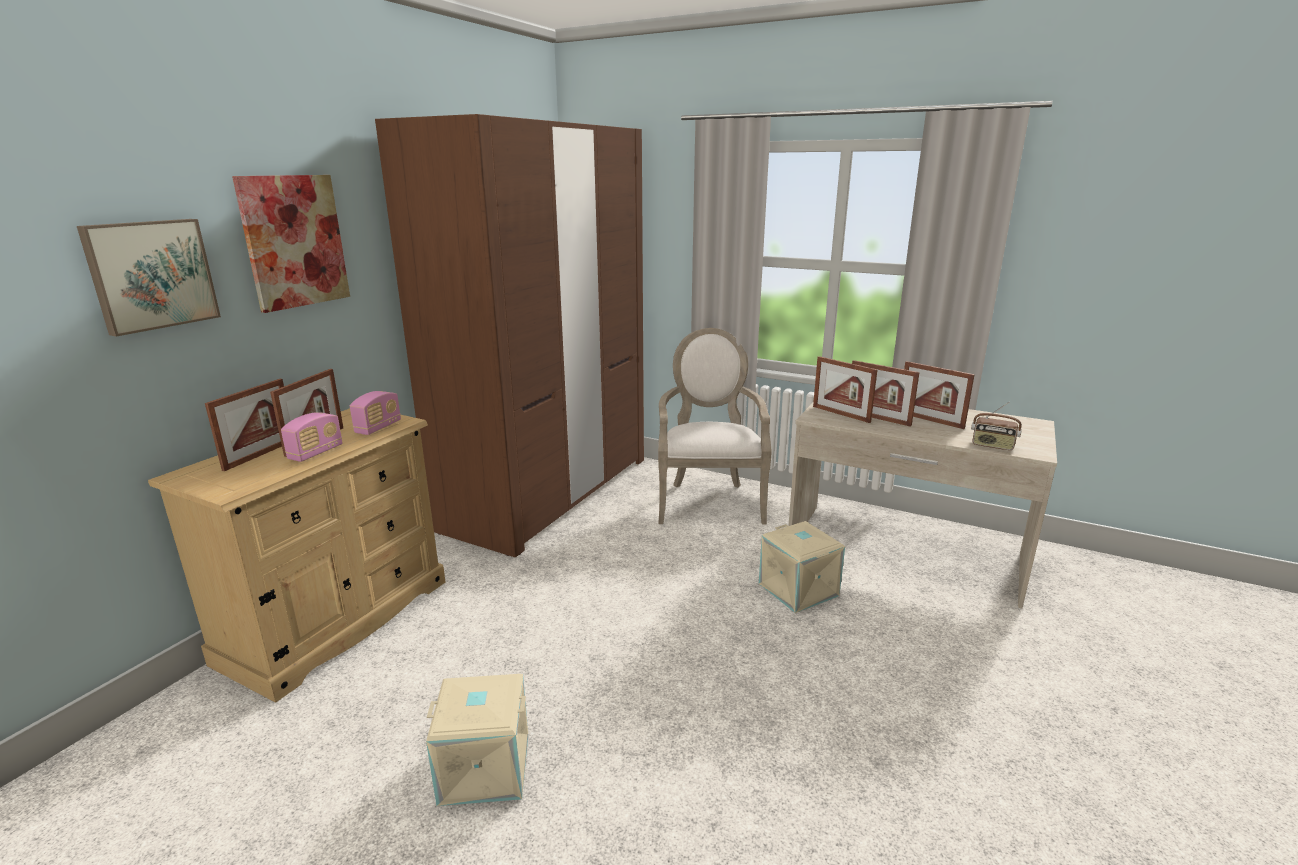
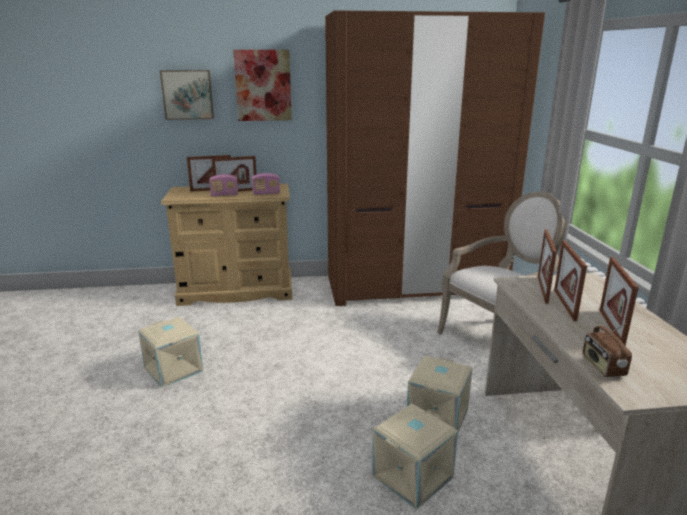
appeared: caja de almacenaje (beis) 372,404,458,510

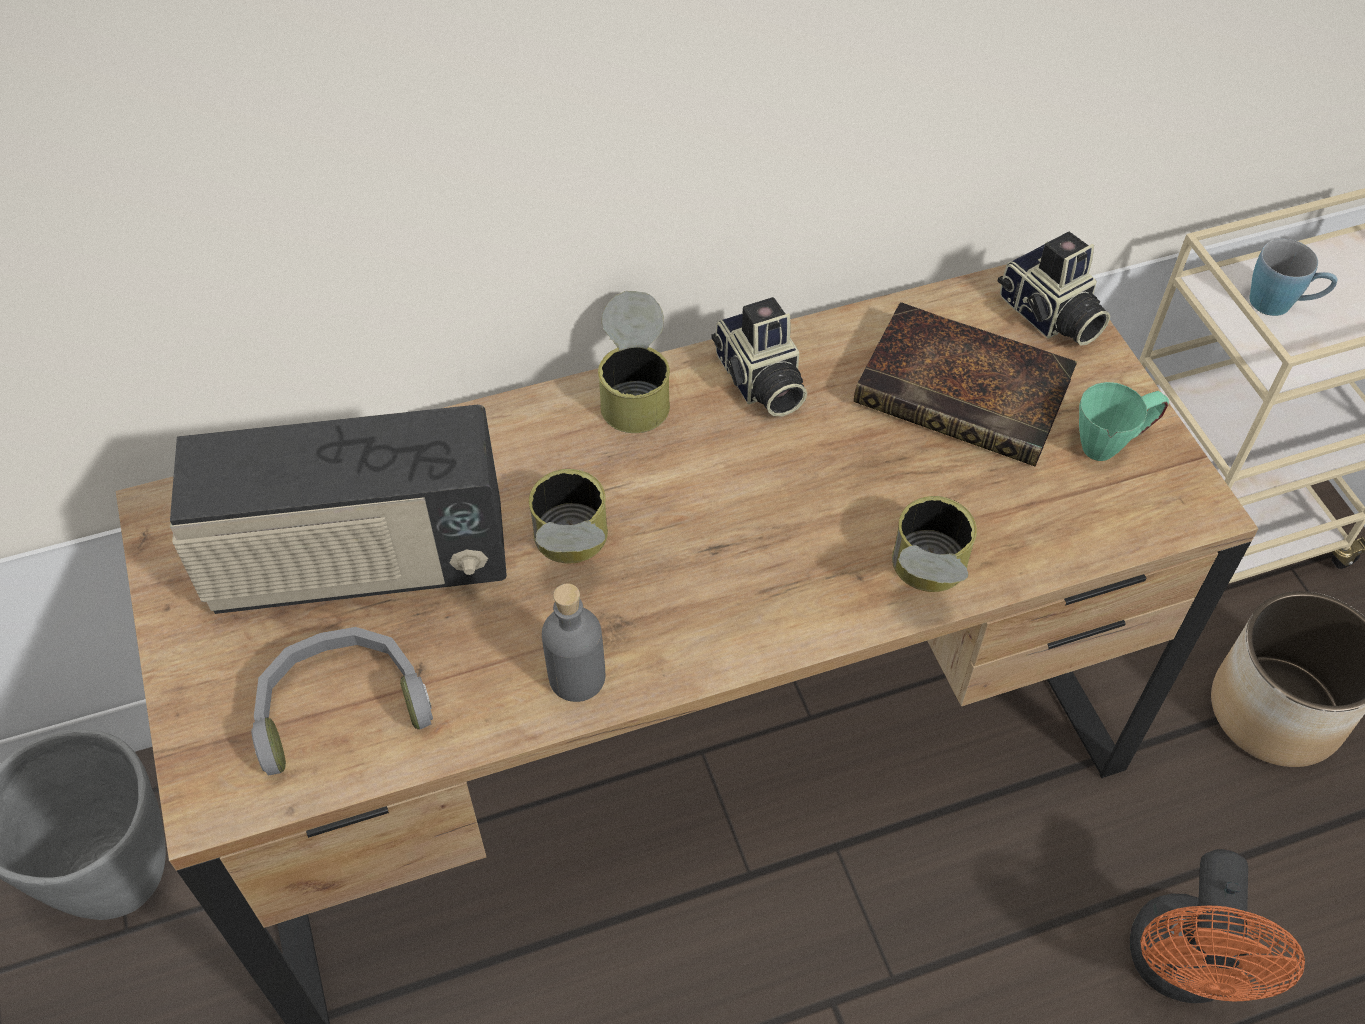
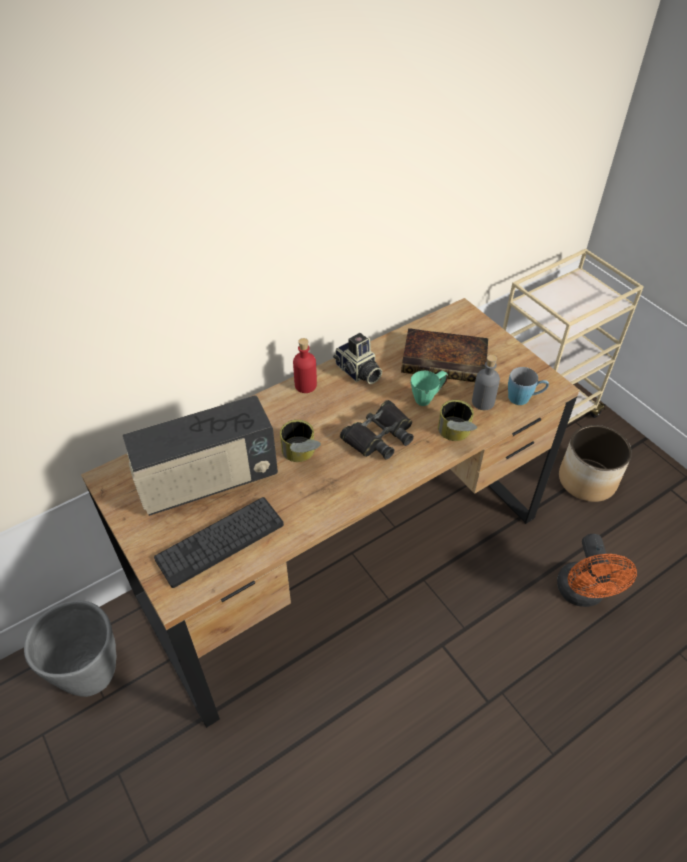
missing: cámara 997,231,1110,346
appeared: prismáticos (negro) 340,400,414,460
relocated: taza grande (azul) 1250,239,1337,316 to 508,367,549,405; taza grande (verde) 1079,382,1169,461 to 411,371,448,406; botella (gris) 542,583,605,702 to 472,355,500,410
exchanged: lata 598,291,670,433 to botella (rojo) 293,338,317,393; auriculares (gris) 251,627,433,776 to teclado 154,497,284,588

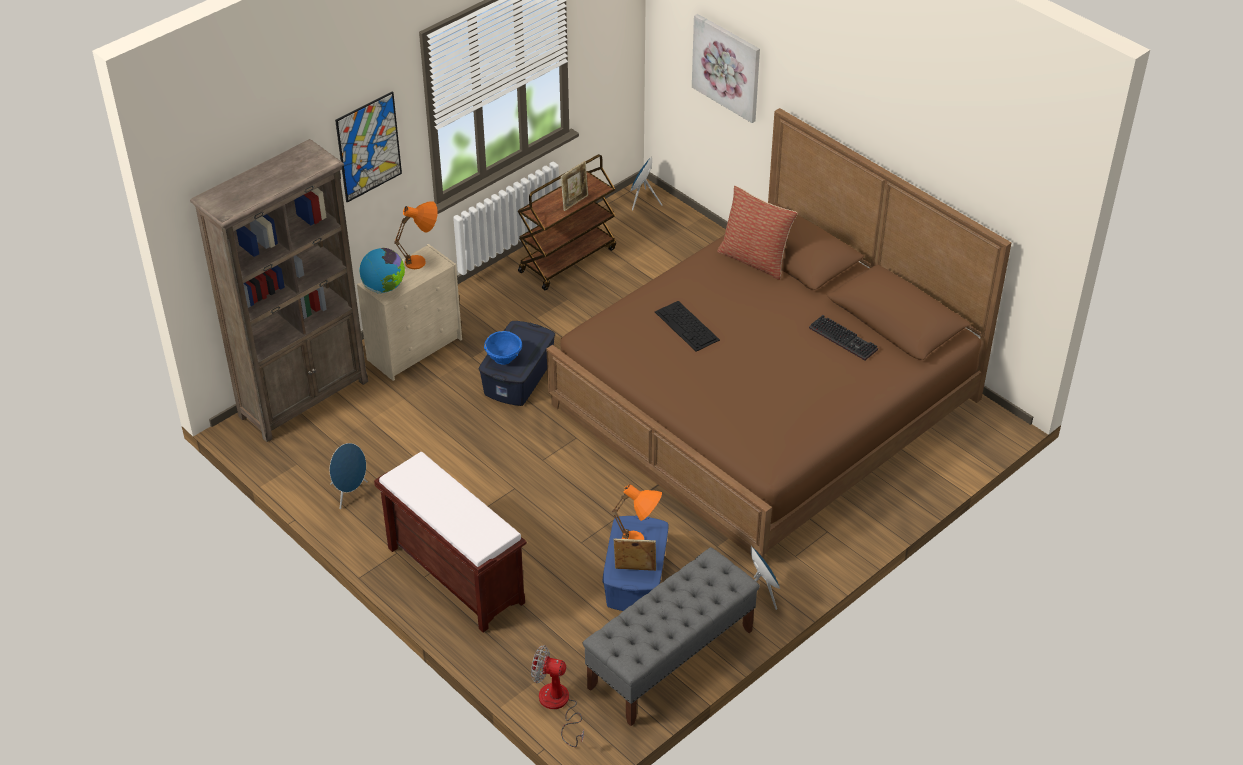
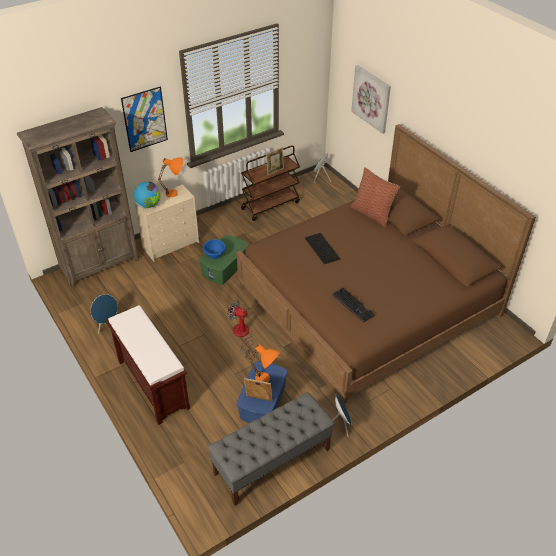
relocated: teclado 809,315,878,361 to 332,288,374,322; ventilador 531,645,584,747 to 228,300,253,357
colour: caja de almacenaje (azul) 479,321,555,406 to caja de almacenaje (verde) 199,235,249,285

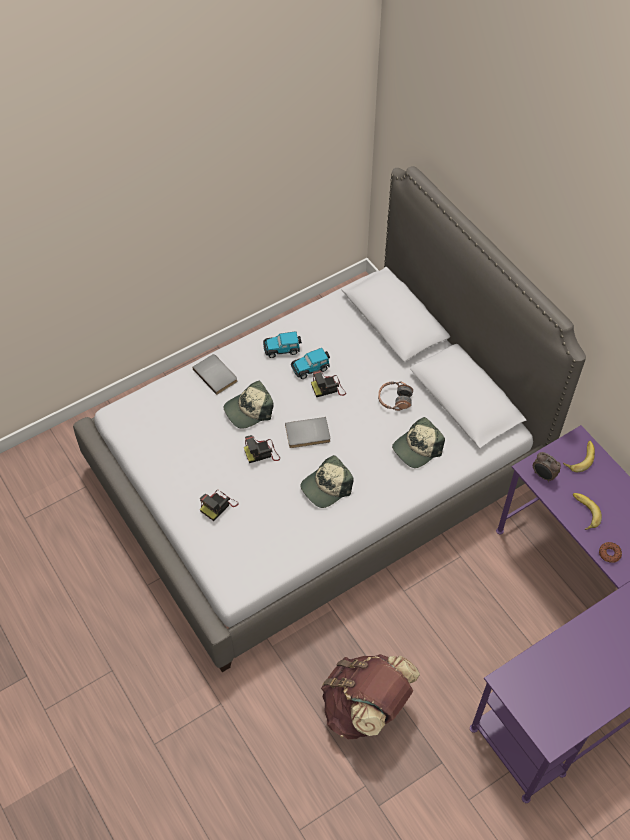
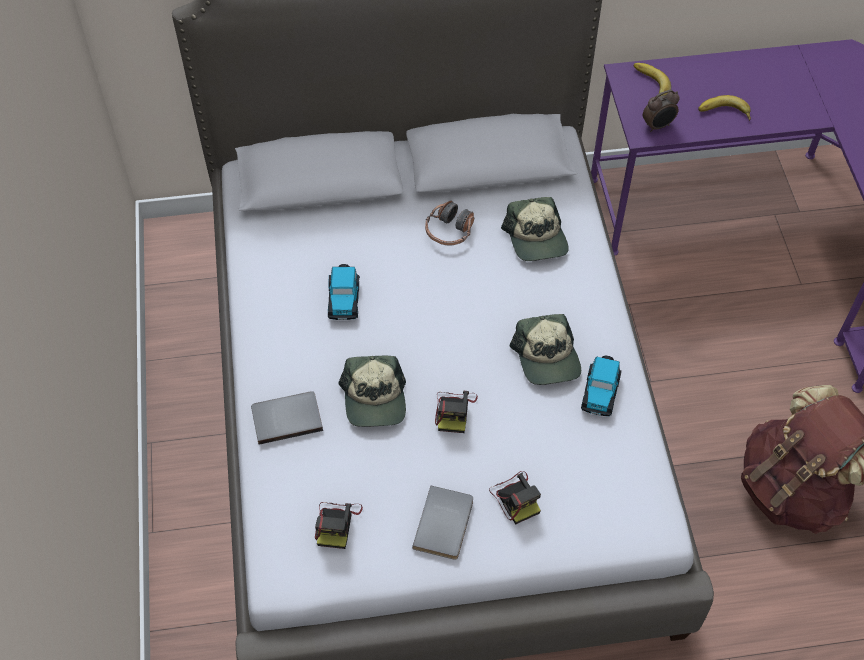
missing: rosquilla 599,542,622,563
relocated: coche de juguete 263,331,302,358 to 581,356,622,416; cámara 311,370,346,397 to 315,502,363,549; libro (gris) 285,417,330,448 to 412,486,473,560

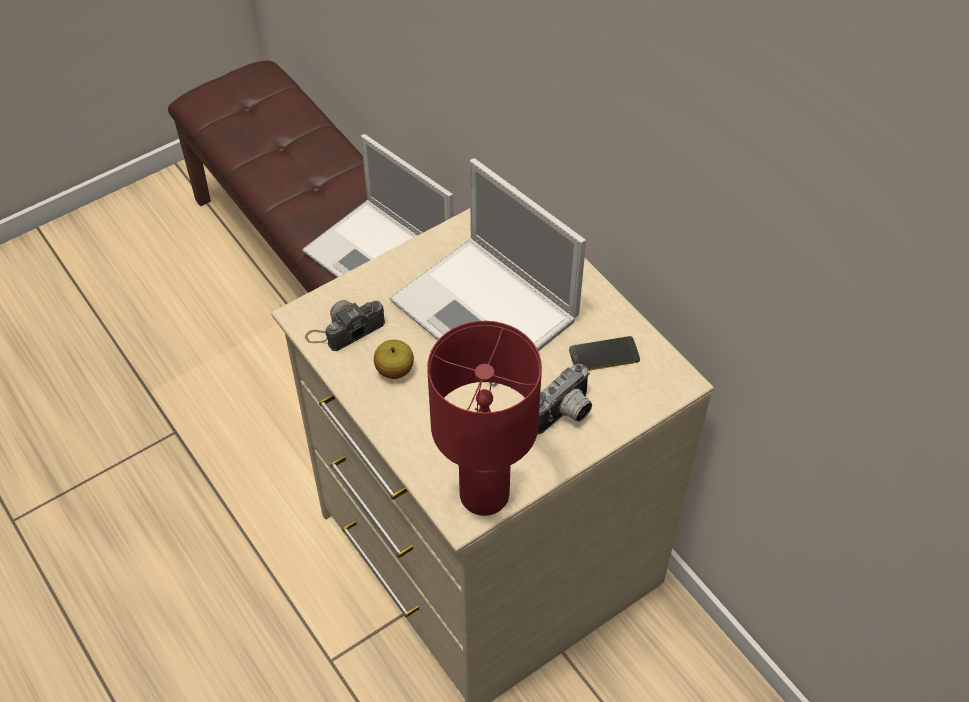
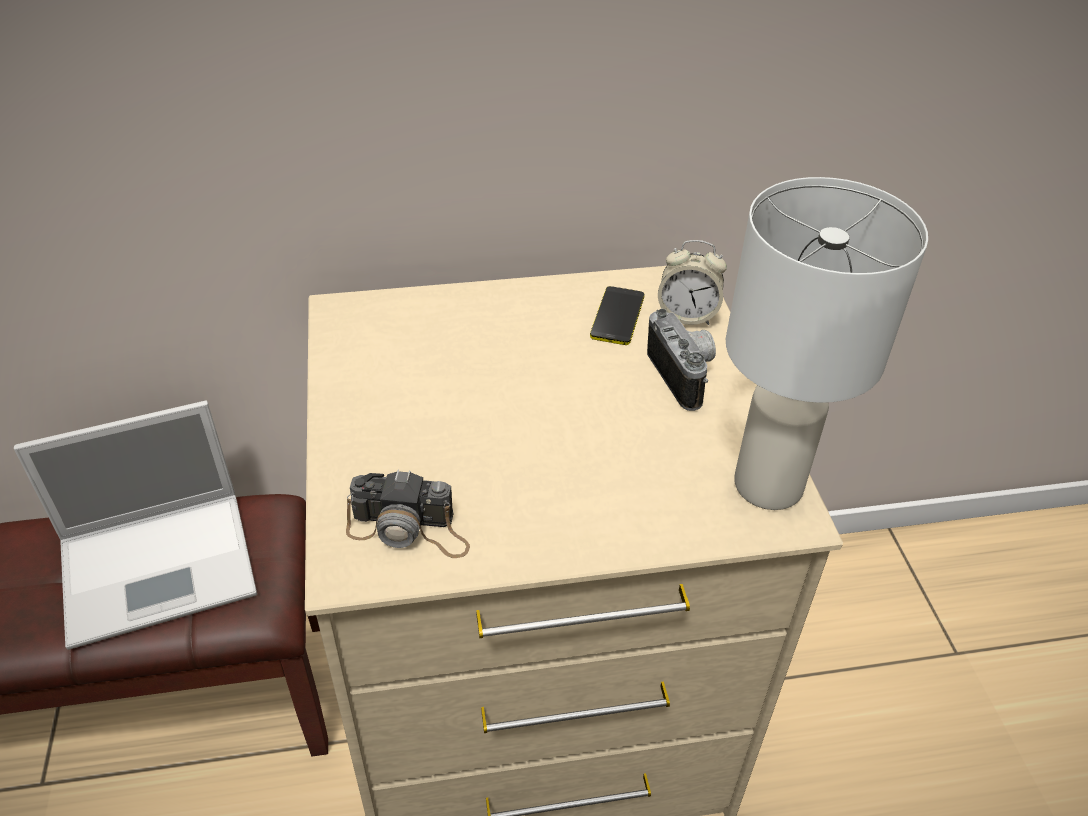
missing: portátil 389,158,586,387; manzana 374,340,414,379
appeared: despertador 658,240,727,325
colour: lámpara de mesa (rojo) 427,321,542,516 to lámpara de mesa (blanco) 726,177,928,510
spun: cámara 305,300,385,351 = 346,470,470,558 75 degrees counterclockwise

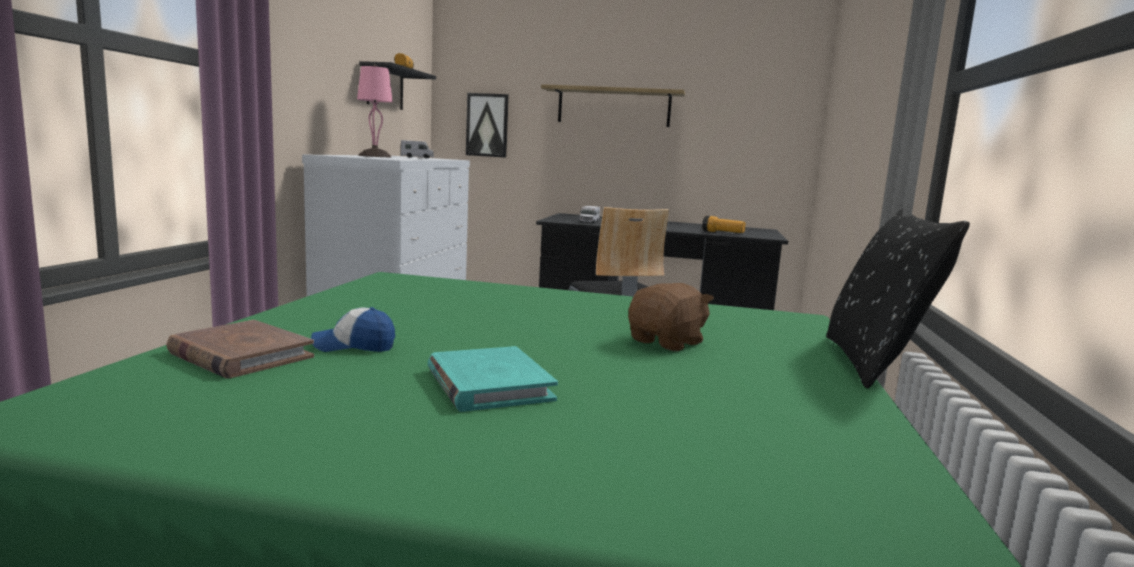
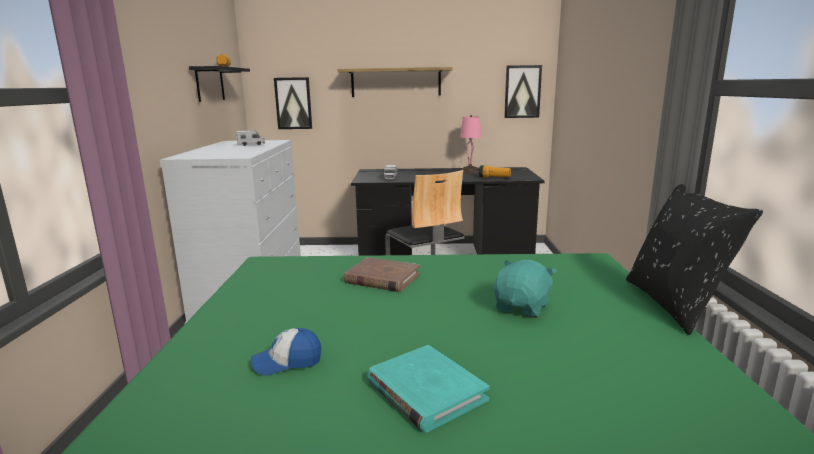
appeared: cuadro 504,65,542,118
relocated: lámpara de mesa (rosa) 357,64,393,157 to 460,115,481,173; libro (marrón) 167,320,314,379 to 344,257,420,292
colour: peluche (marrón) 628,283,714,351 to peluche (turquesa) 494,260,557,318

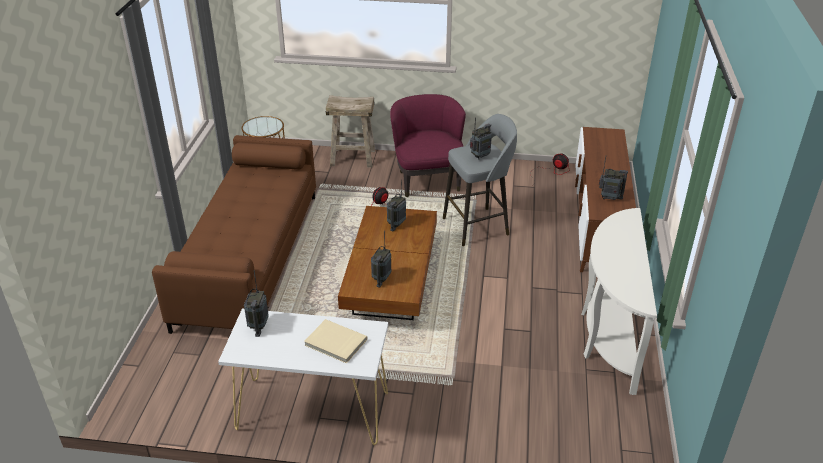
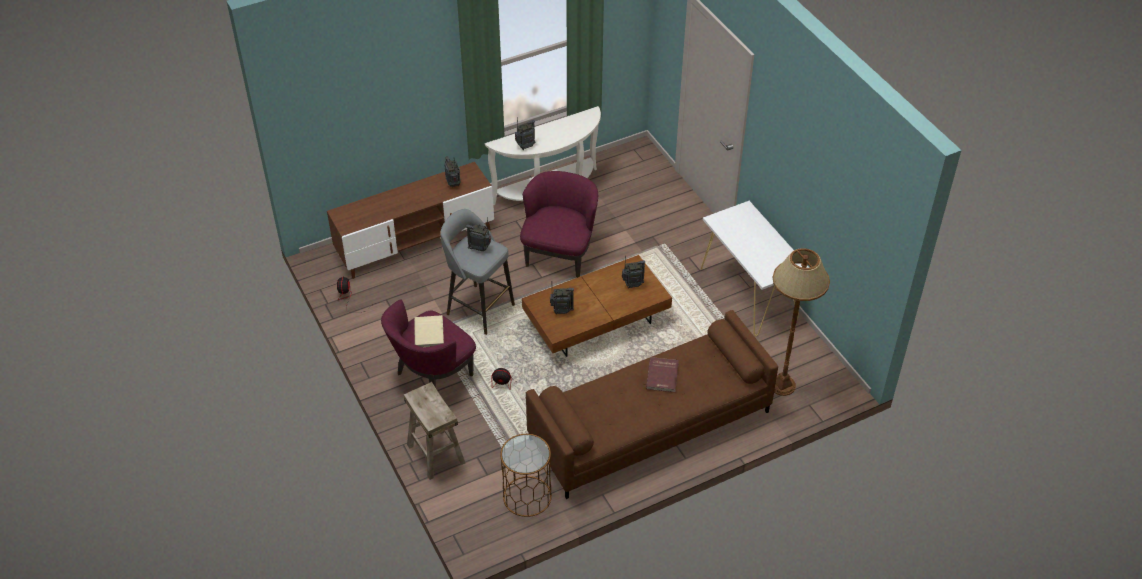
appeared: sillón (morado) 520,171,598,278; lámpara de pie (marrón) 773,248,830,396; libro (rojo) 646,357,679,392
relocated: radio 244,270,269,337 to 515,117,535,150; libro (beis) 304,319,367,364 to 414,315,444,347

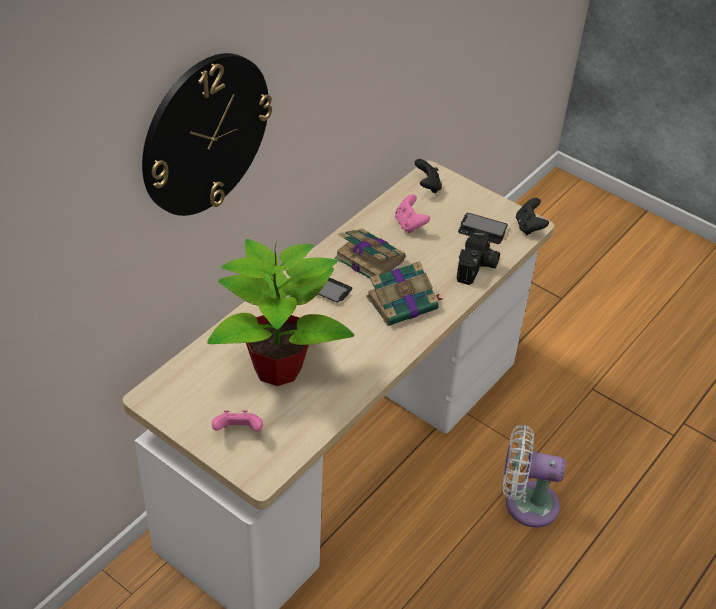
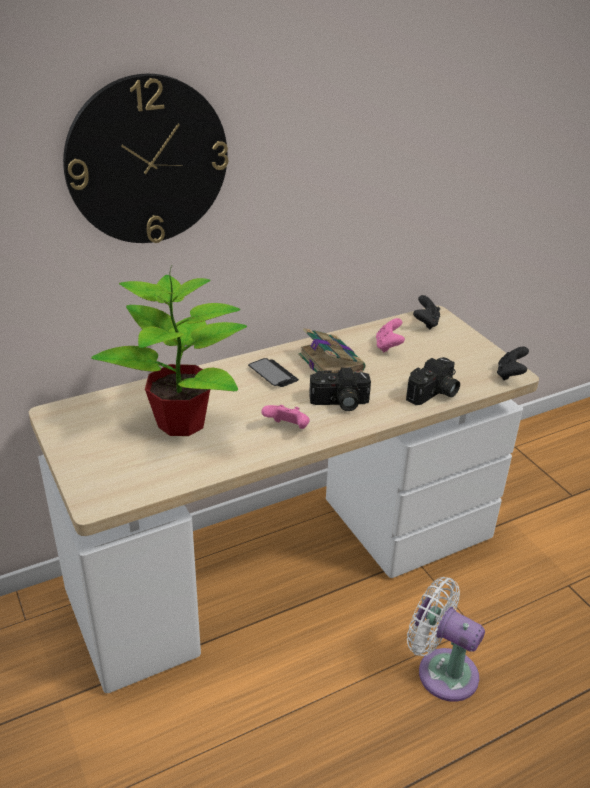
missing: móvil 458,213,508,244
relocated: mando de consola (rosa) 212,410,263,432 to 261,405,310,429
exchanged: libro 366,261,443,326 to cámara 309,368,371,411

